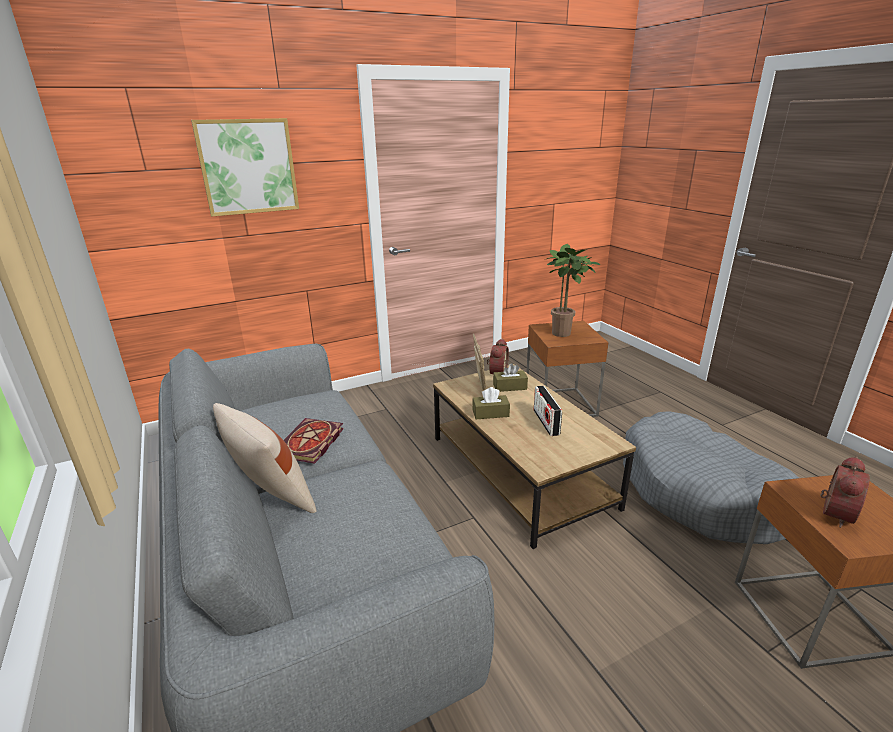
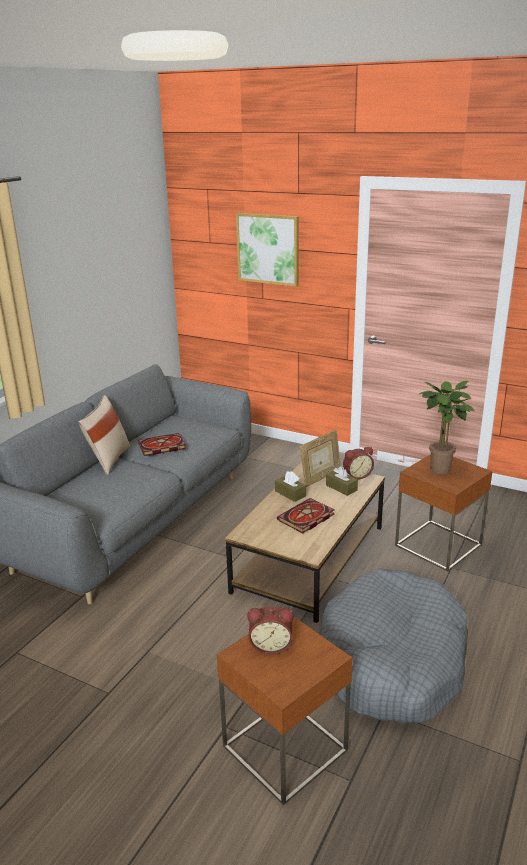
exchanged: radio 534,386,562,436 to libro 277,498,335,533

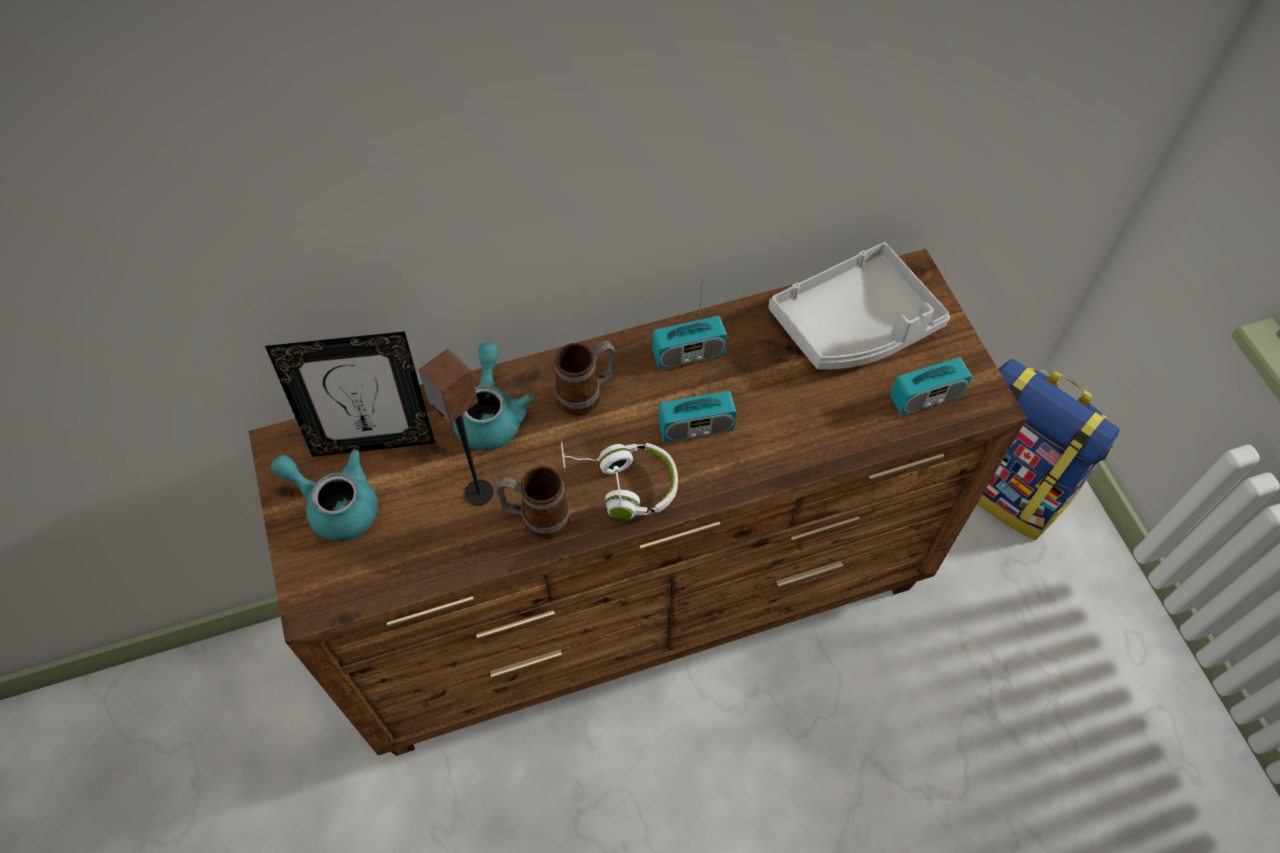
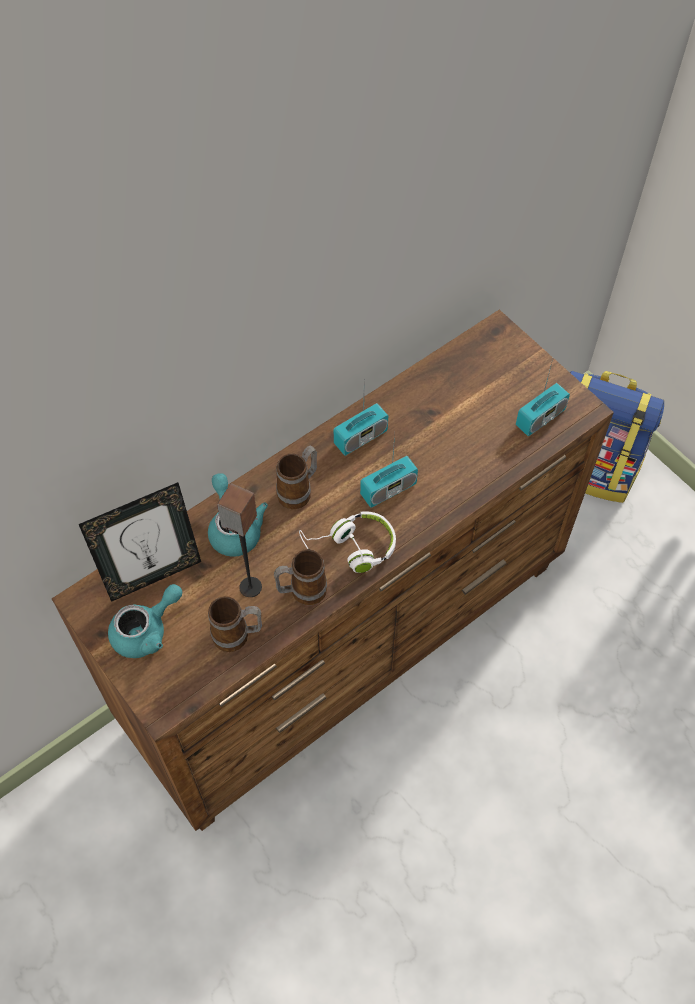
missing: bandeja (gris) 768,242,950,370
appeared: taza grande 208,596,262,652
spun: tetera (turquesa) 271,450,378,541 = 108,584,182,658 135 degrees clockwise

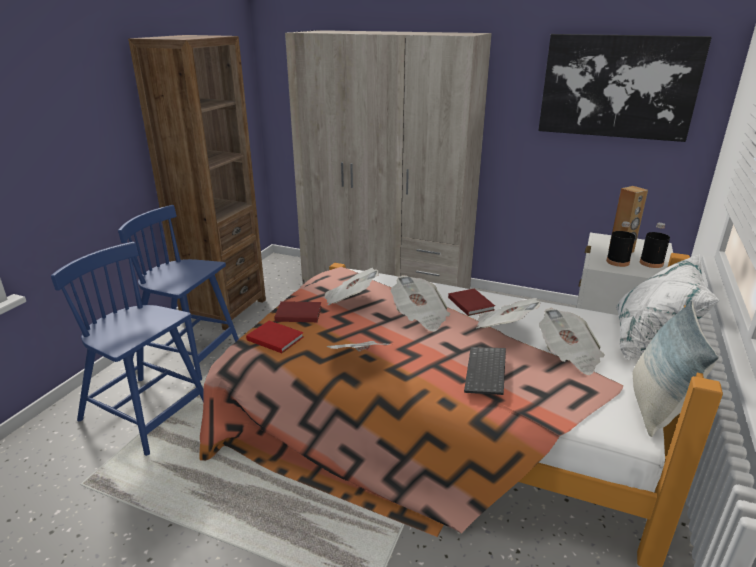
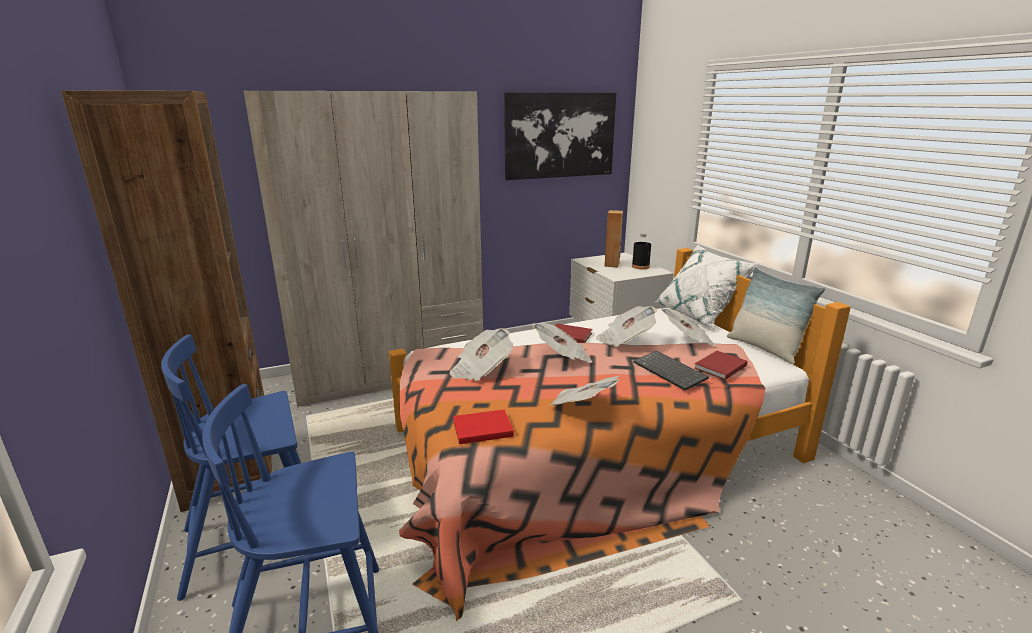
missing: botella (negro) 606,221,635,267
relocated: libro (rojo) 274,301,322,322 to 694,351,747,380

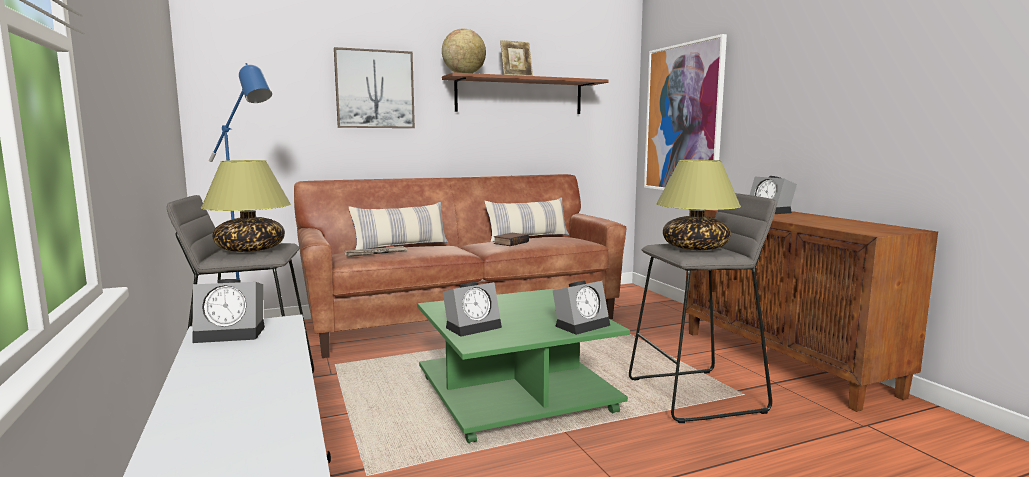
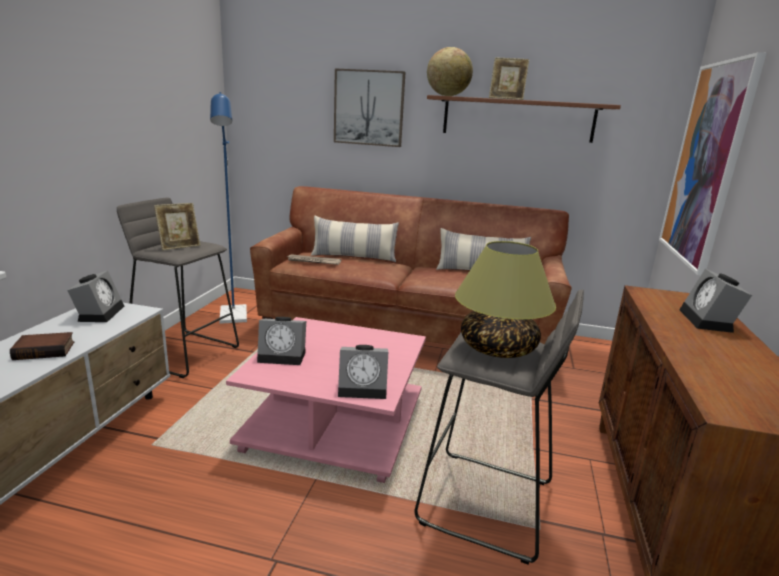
relocated: libro 494,233,529,246 to 10,332,74,360
exchanged: lámpara de mesa 201,160,291,252 to portarretratos 154,203,200,250
colour: mesa de centro (verde) 417,289,630,443 to mesa de centro (rosa) 226,317,426,483
spun: despertador 192,279,265,343 = 67,271,124,322 120 degrees counterclockwise

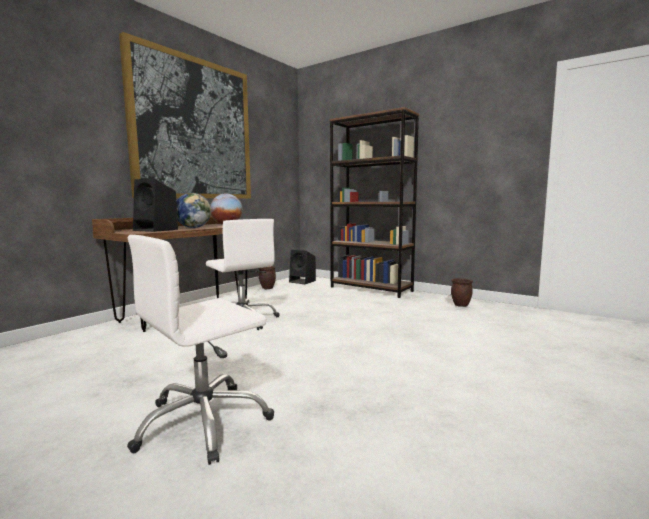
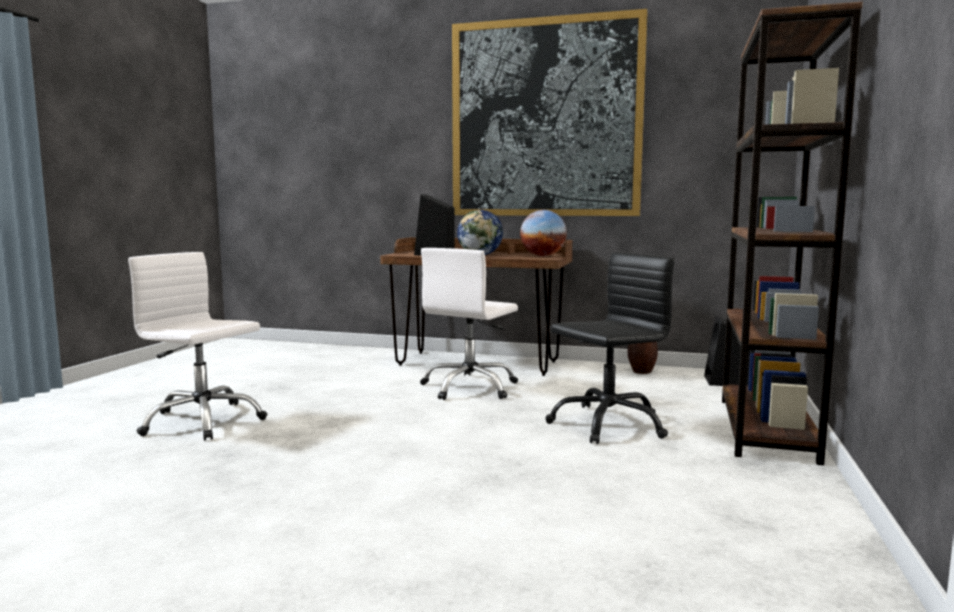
missing: maceta (marrón) 451,278,473,307
appeared: silla de oficina (negro) 545,252,675,444

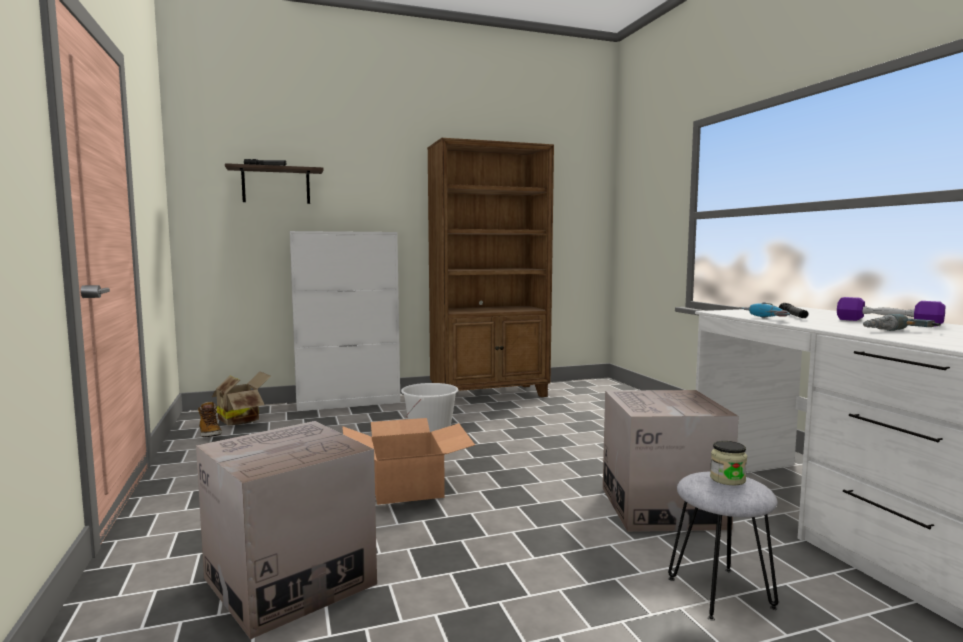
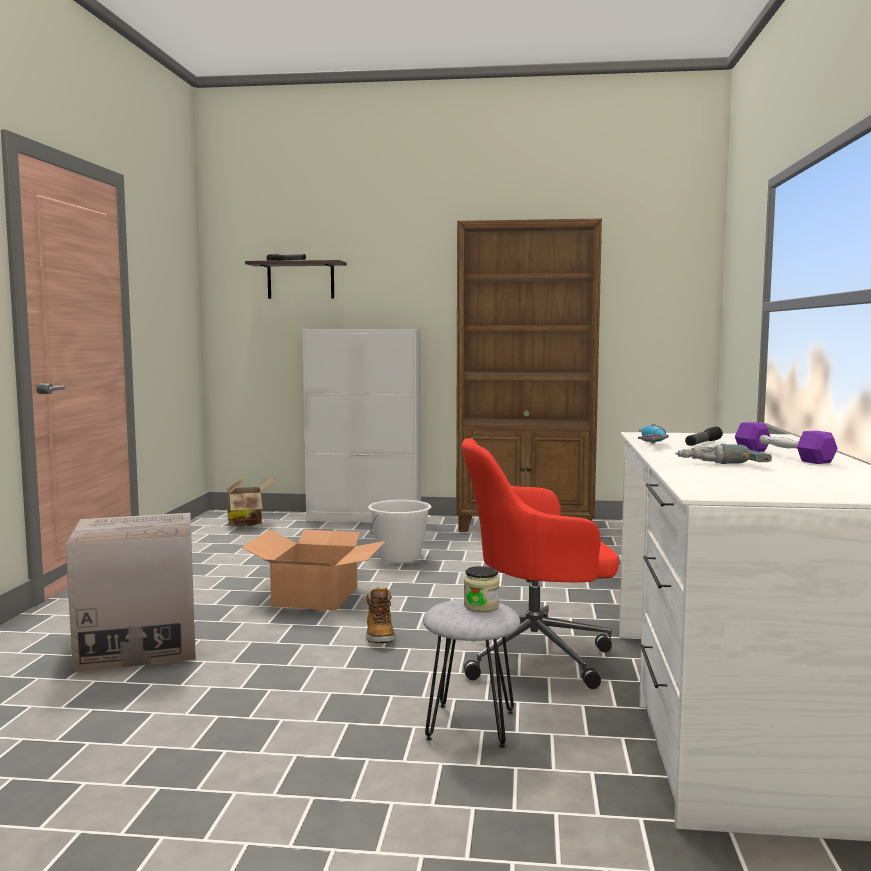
relocated: bota 198,401,222,437 to 366,587,395,643
exchanged: caja de cartón 603,390,739,532 to silla de oficina (rojo) 462,438,619,689

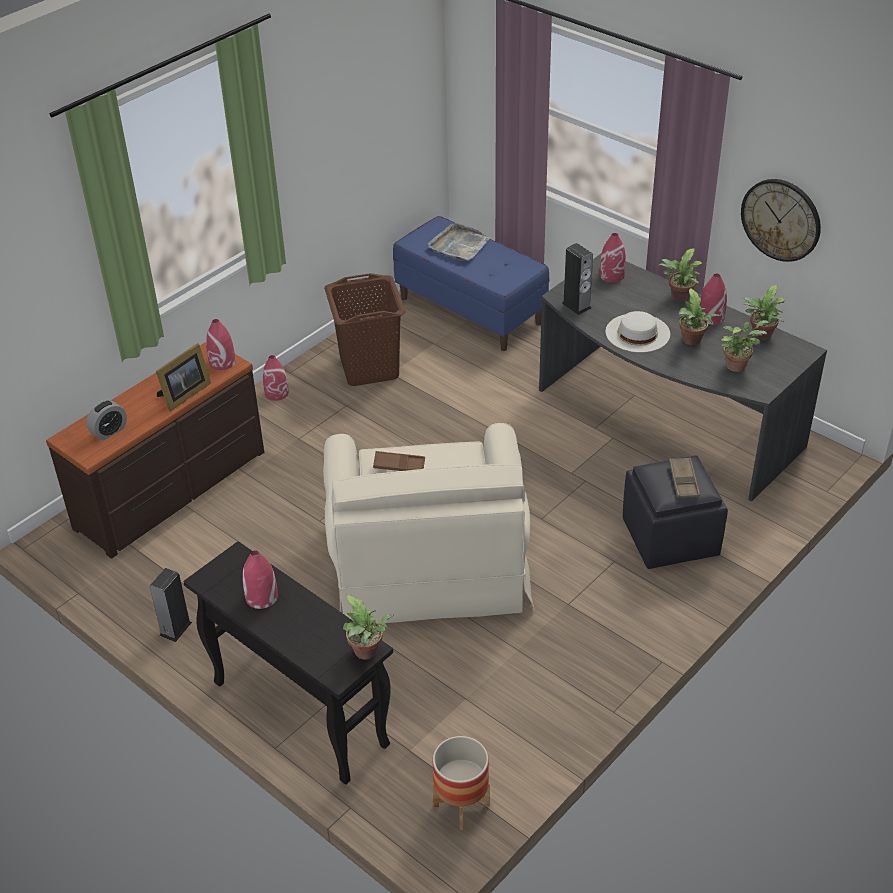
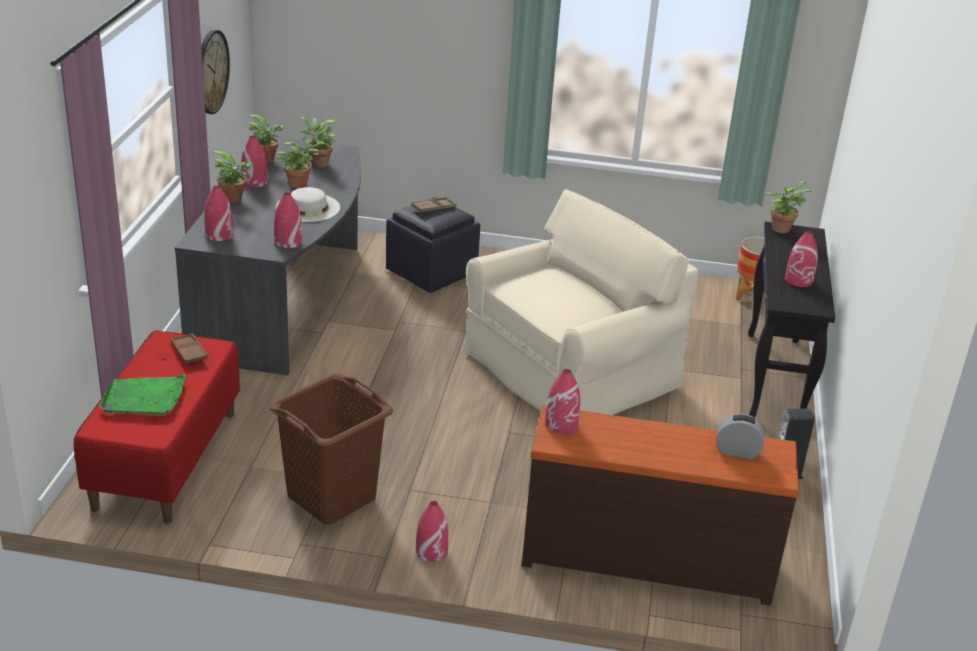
missing: portarretratos 156,343,211,412
relocated: bandeja (marrón) 373,451,425,471 to 170,333,208,364
exchanged: altavoz 562,243,593,315 to florero (rojo) 274,192,302,248
colour: banco (azul) 393,216,549,351 to banco (rojo) 74,330,240,524; bandeja (gris) 428,223,490,261 to bandeja (verde) 99,374,186,415

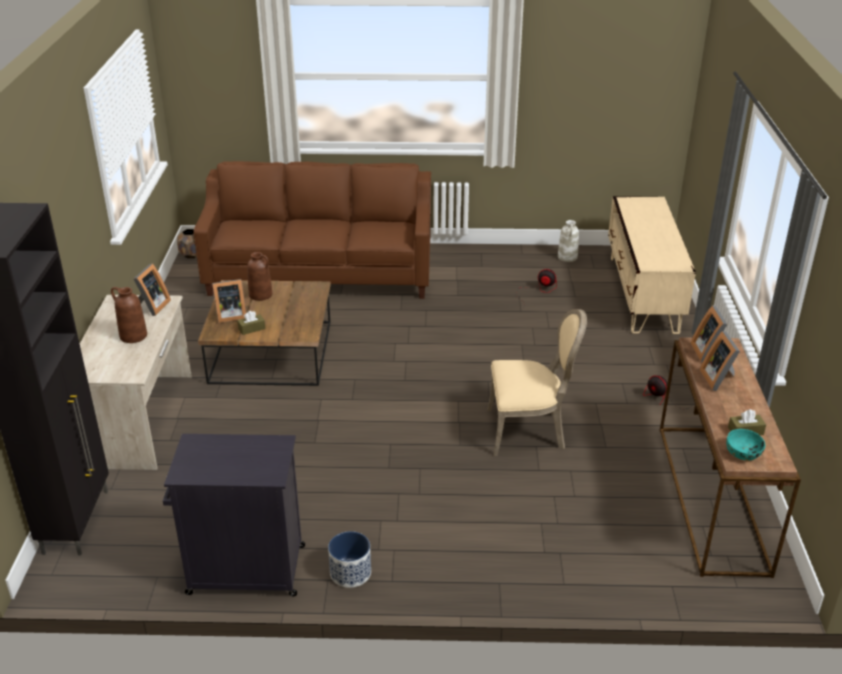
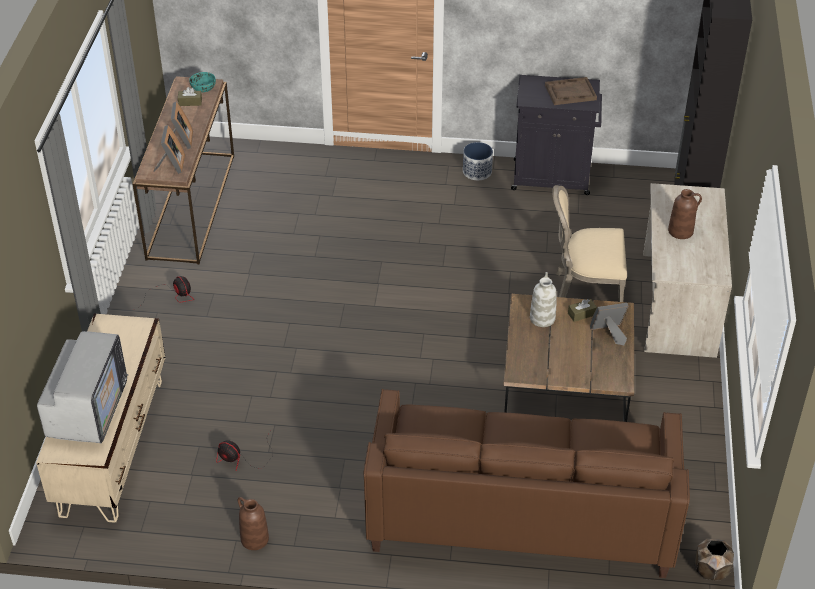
missing: portarretratos 134,264,171,316
appeared: bandeja (marrón) 545,77,597,105; televisor 37,331,128,443
relocated: florero (blanco) 558,220,579,262 to 530,272,557,327; florero (marrón) 247,252,272,301 to 238,497,269,550; silla (beis) 488,309,587,456 to 552,185,627,302

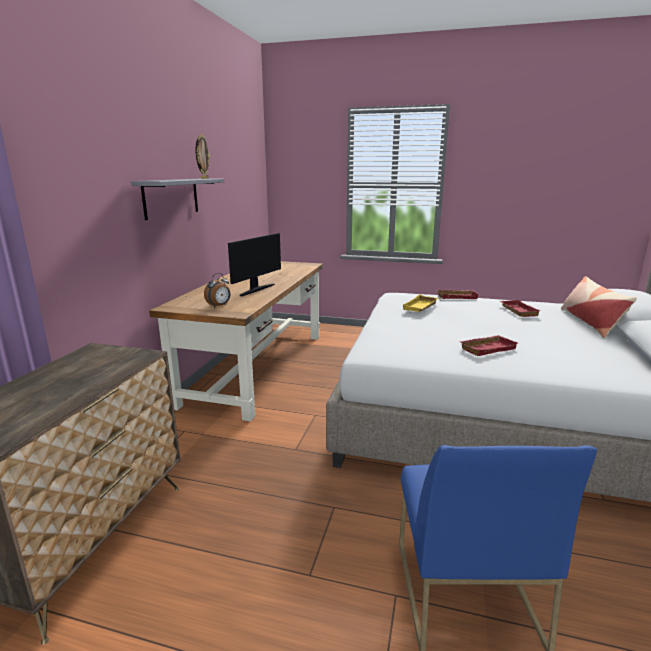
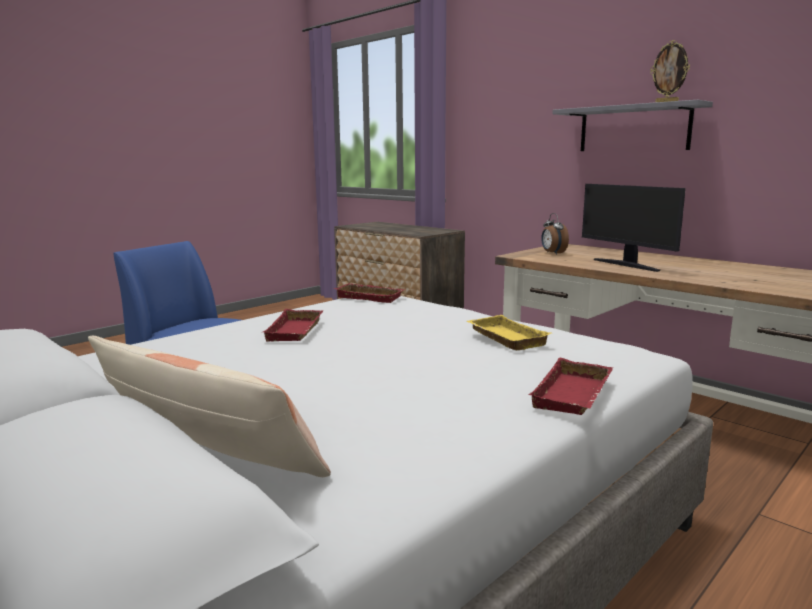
relocated: bandeja (rojo) 499,300,542,317 to 334,283,404,303

